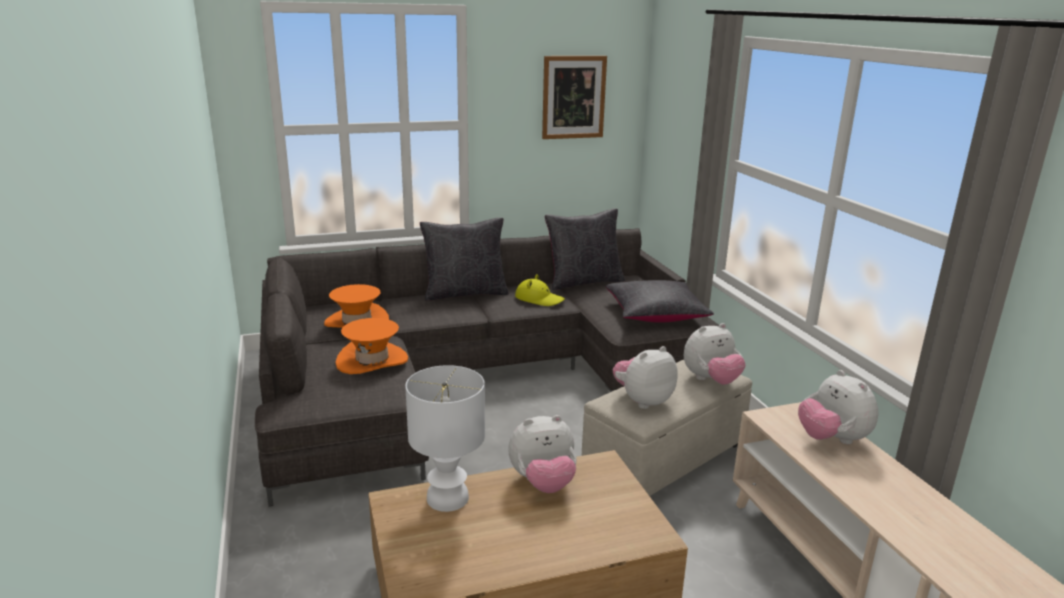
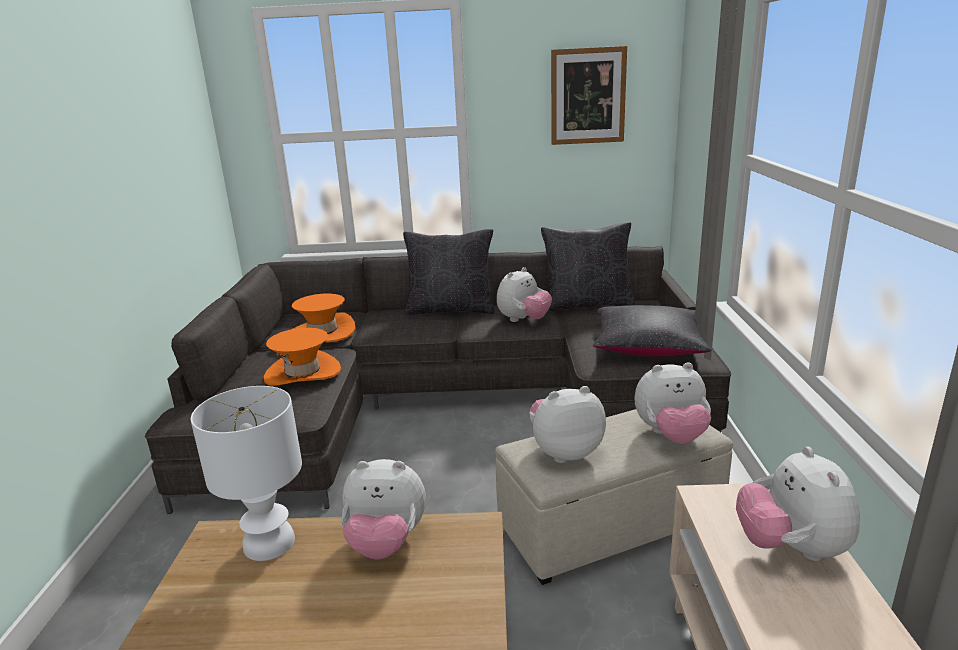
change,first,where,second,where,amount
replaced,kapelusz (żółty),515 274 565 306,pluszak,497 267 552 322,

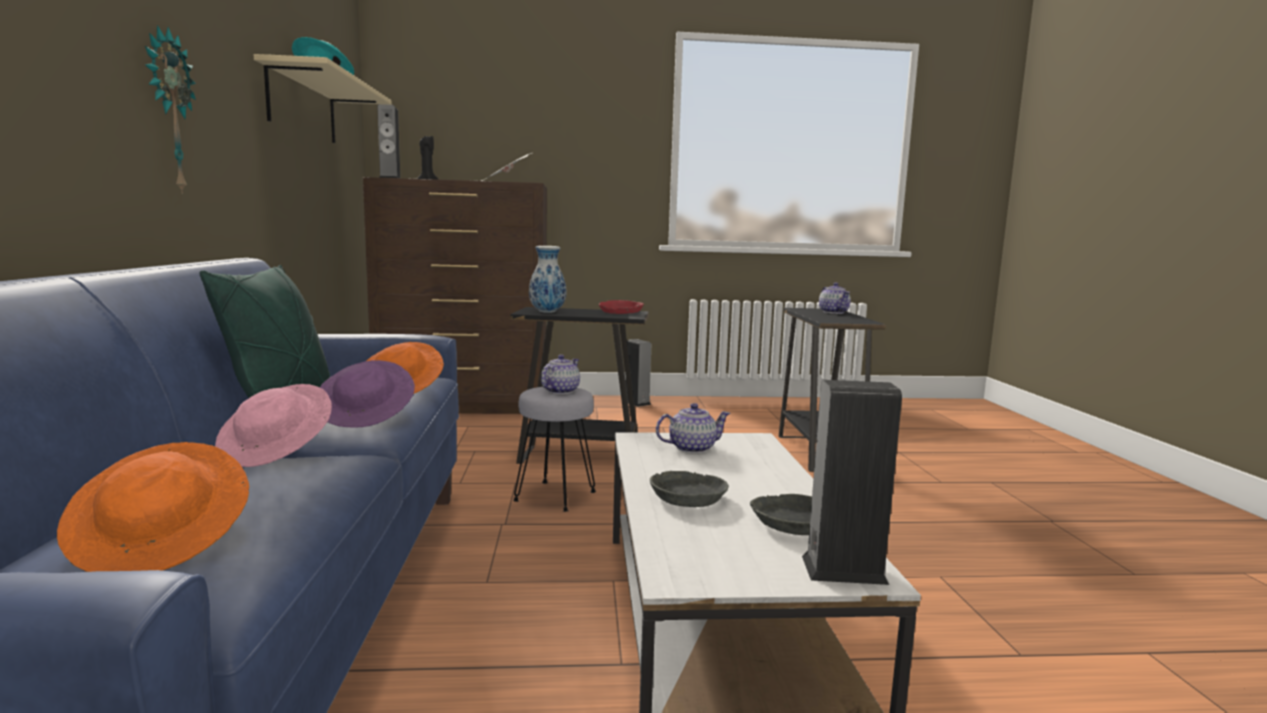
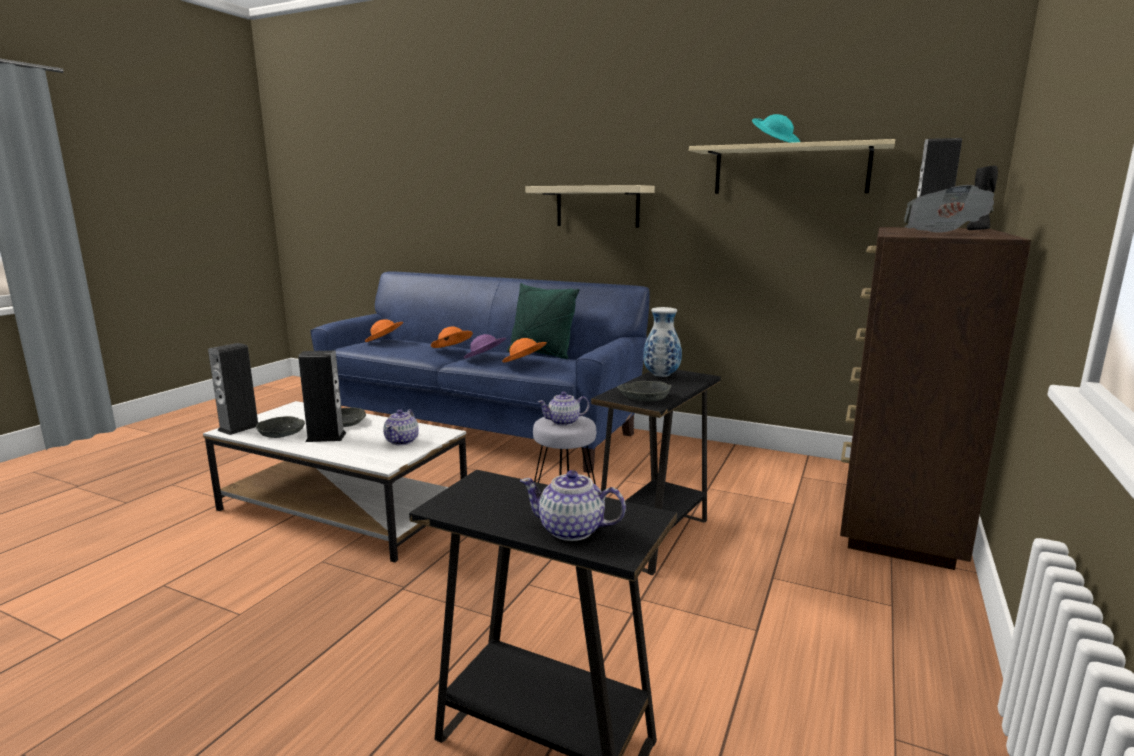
change,first,where,second,where,amount
replaced,zegar ścienny,145 25 196 194,półka (beżowy),526 185 655 227,
recoloured,miska (czerwony),599 300 644 314,miska (szary),617 381 671 402,
moved,głośnik,626 339 651 407,,298 351 346 442,
turned,imbryk,541 354 580 394,,538 392 590 426,105 degrees clockwise
recoloured,kapelusz (różowy),215 384 332 467,kapelusz (pomarańczowy),431 326 473 348,

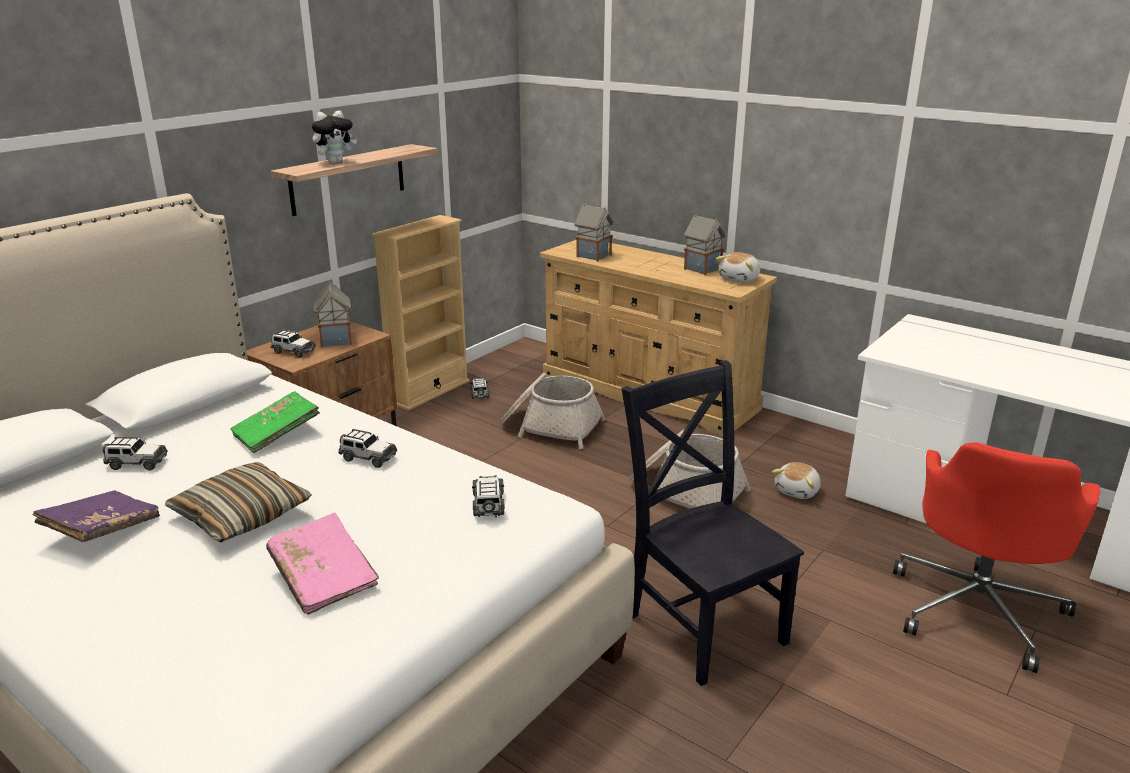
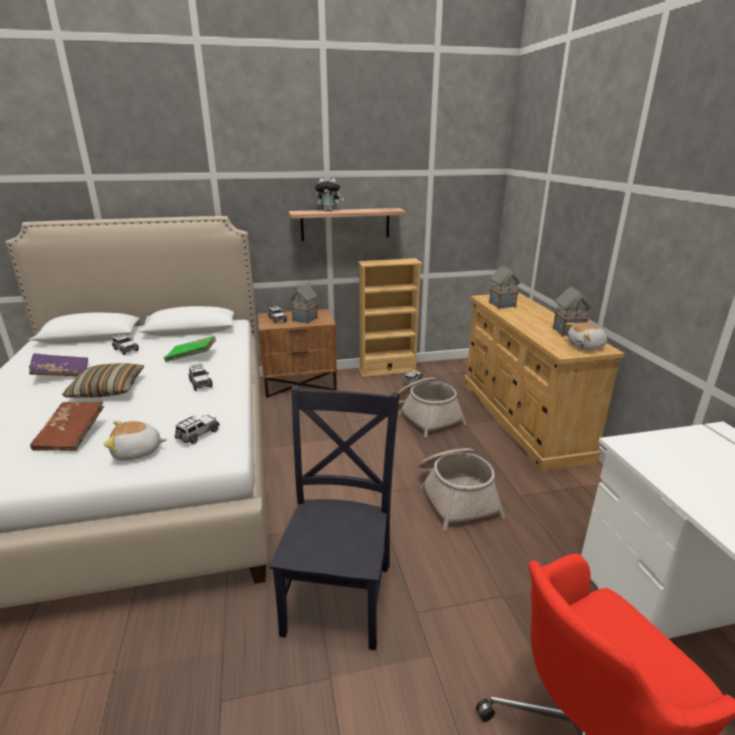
change,first,where,second,where,amount
moved,pluszak,772 462 821 499,,104 421 167 461,
recoloured,książka (różowy),266 513 379 615,książka (brązowy),30 402 104 451,

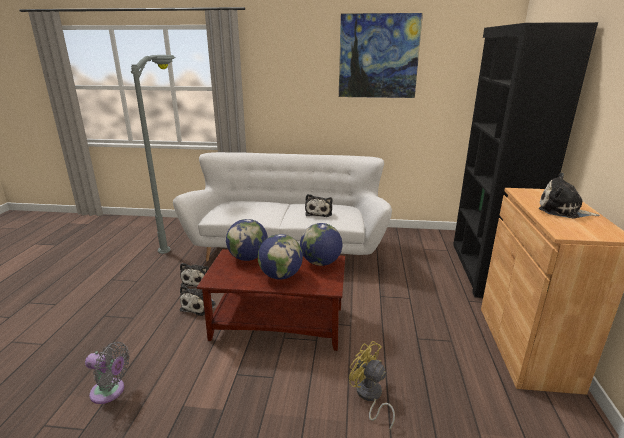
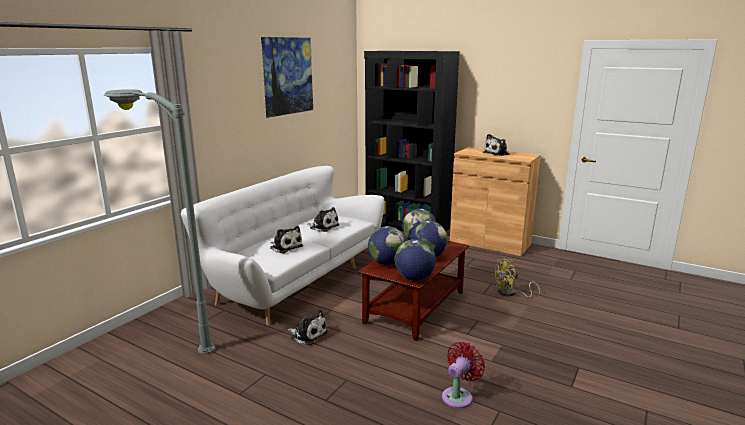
change,first,where,second,where,amount
moved,pluszak,180 285 216 316,,270 226 303 253,
recoloured,wentylator (szary),85 342 130 404,wentylator (czerwony),442 342 485 409,
added,,,globus,395 239 436 281,

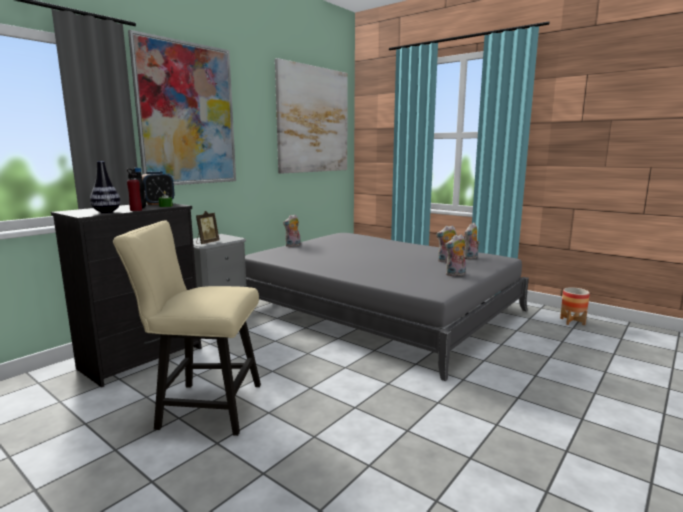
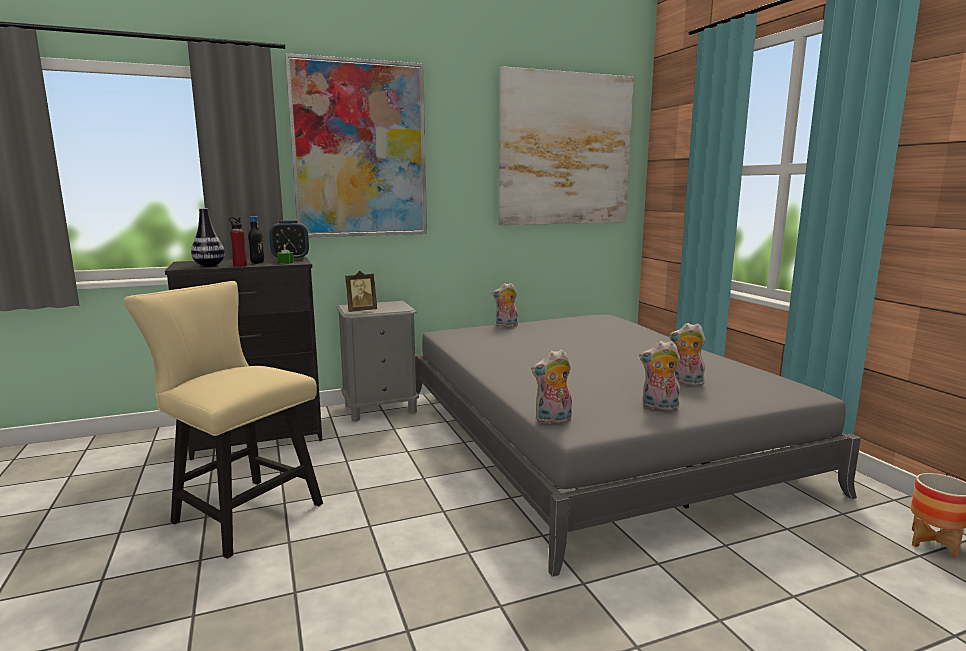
change,first,where,second,where,amount
moved,pluszak,463 223 480 259,,531 349 572 424,

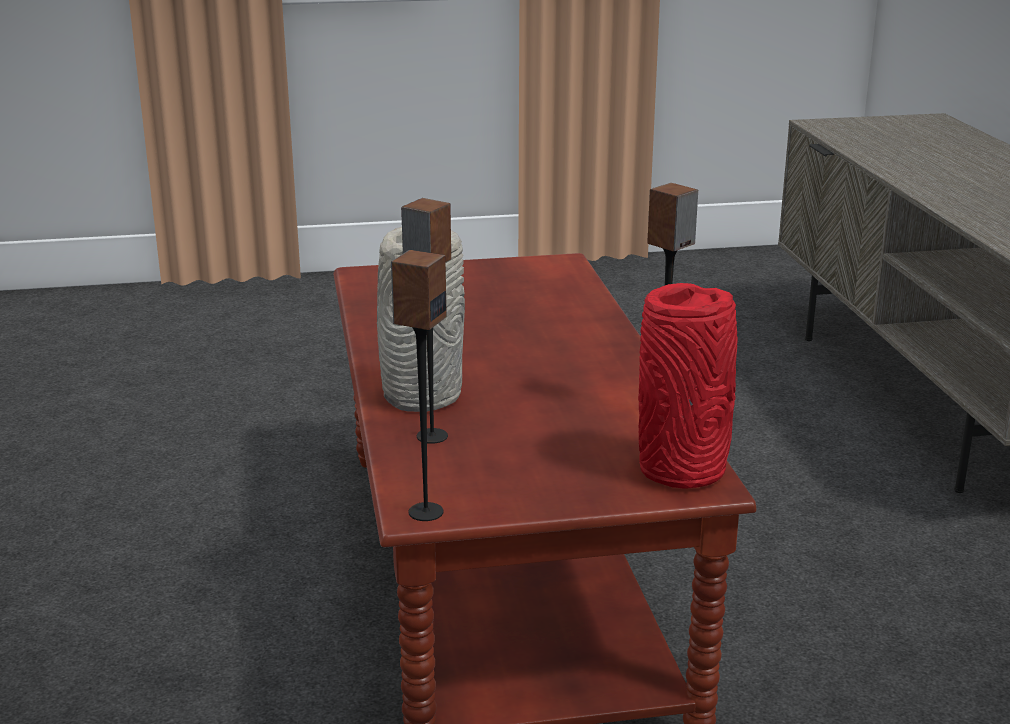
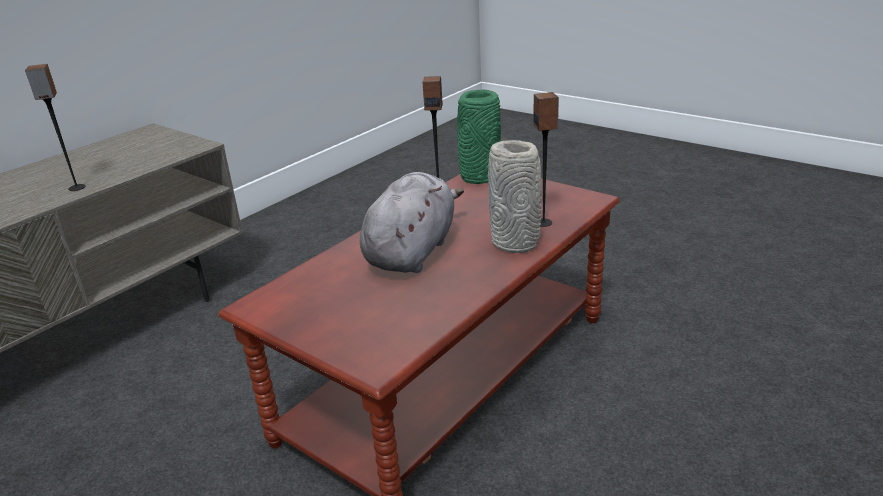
change,first,where,second,where,amount
moved,głośnik,391 250 447 521,,25 64 86 191,
recoloured,wazon (czerwony),638 283 738 489,wazon (zielony),457 89 501 184,
added,,,pluszak (szary),360 172 464 273,

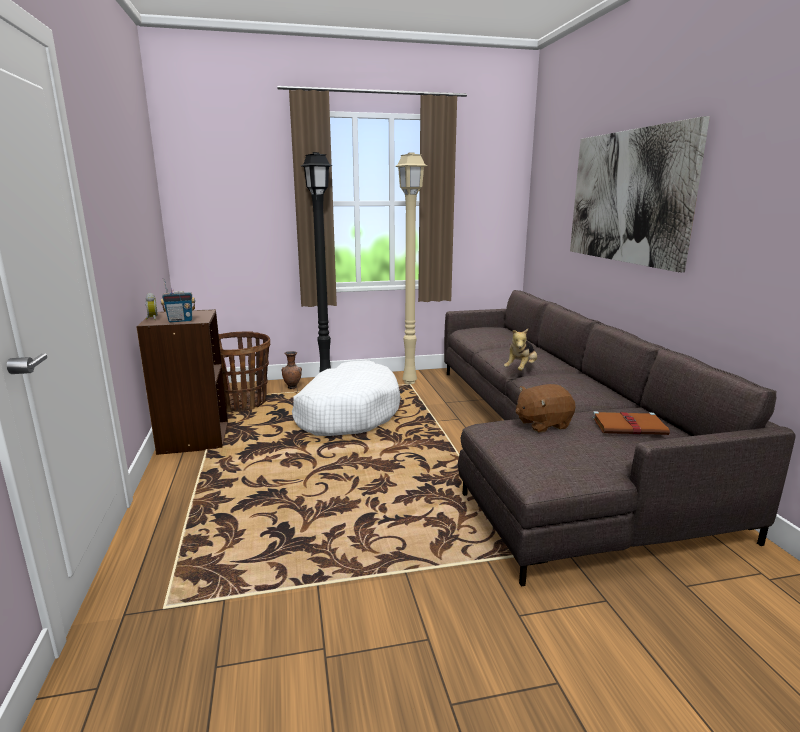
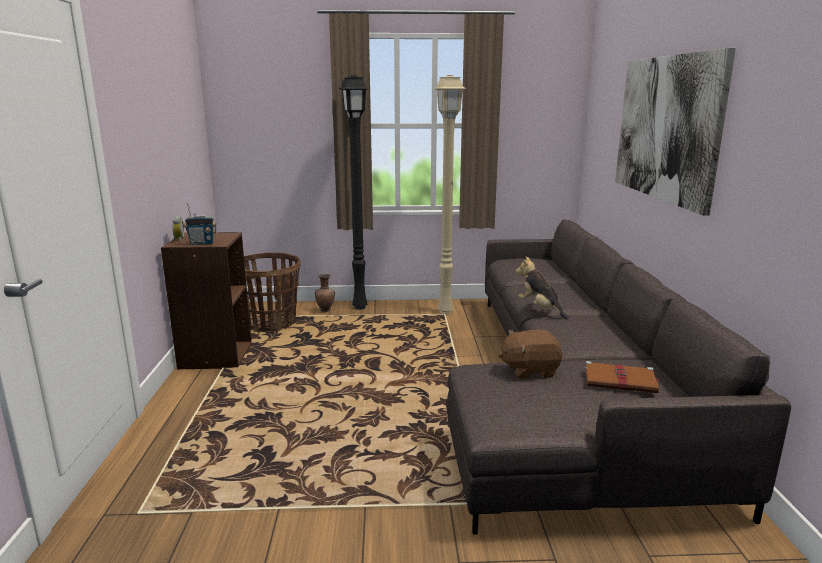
change,first,where,second,where,amount
turned,pluszak,504 329 537 371,,516 256 569 320,105 degrees clockwise
removed,legowisko (biały),292 360 401 436,,,

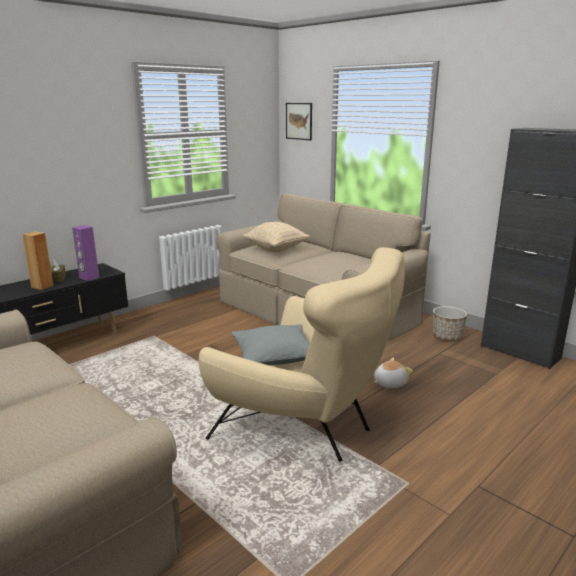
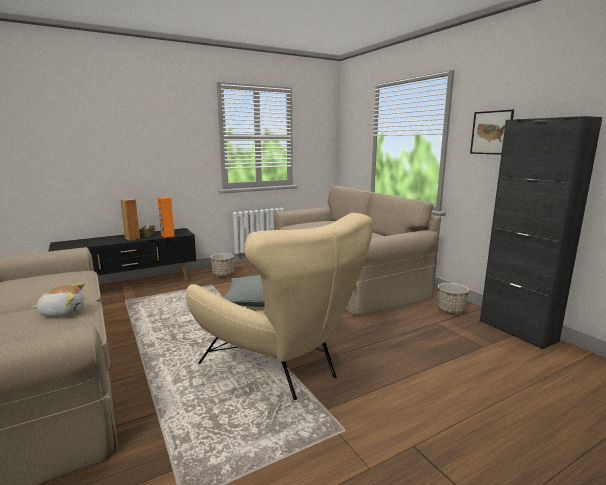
change,first,where,second,where,amount
moved,obraz,286 103 312 140,,470 110 514 155,
removed,poduszka (beżowy),242 222 310 252,,,
recoloured,głośnik (fioletowy),72 225 99 281,głośnik (pomarańczowy),158 197 175 238,
moved,pluszak,374 358 413 388,,32 283 85 317,
added,,,donica,210 253 234 277,

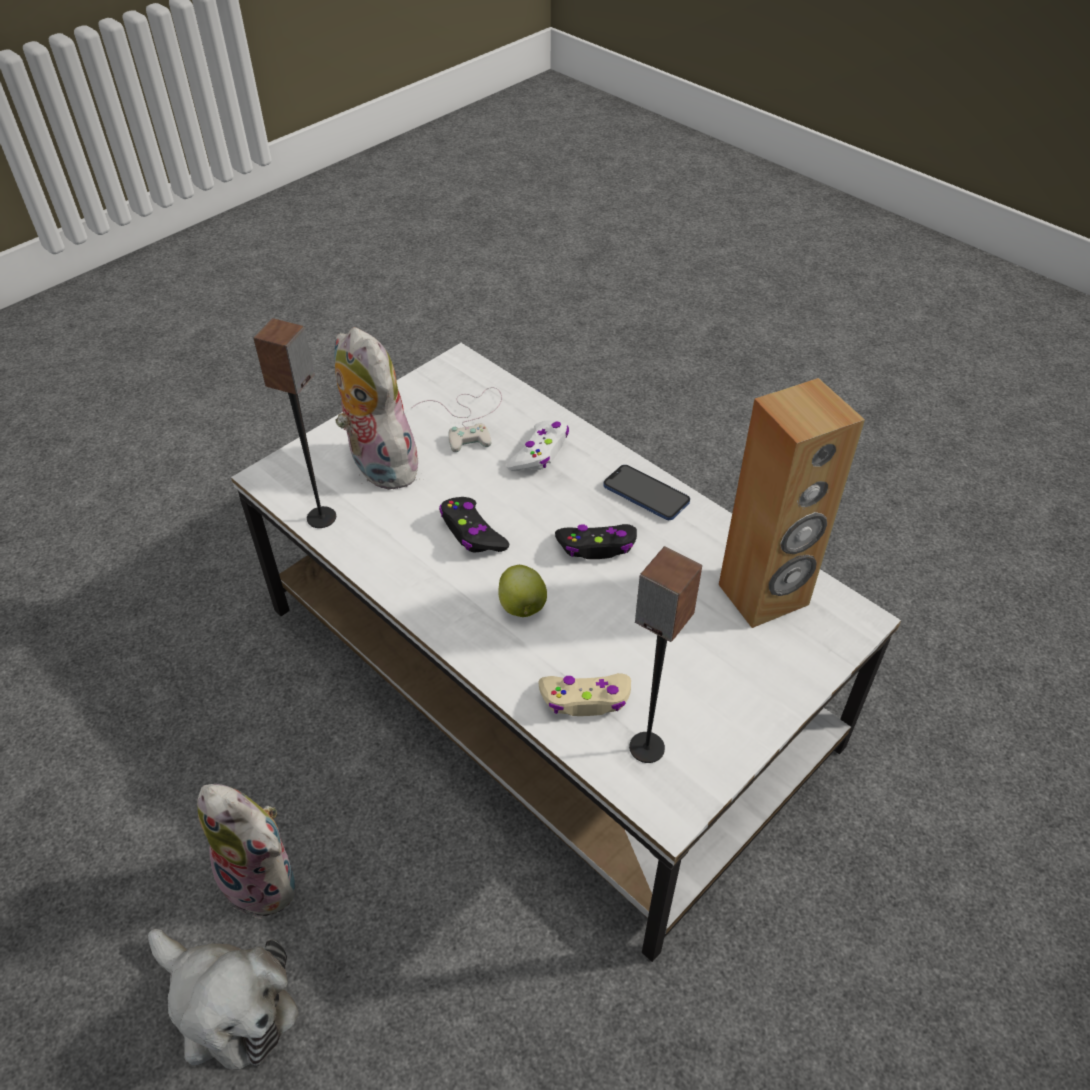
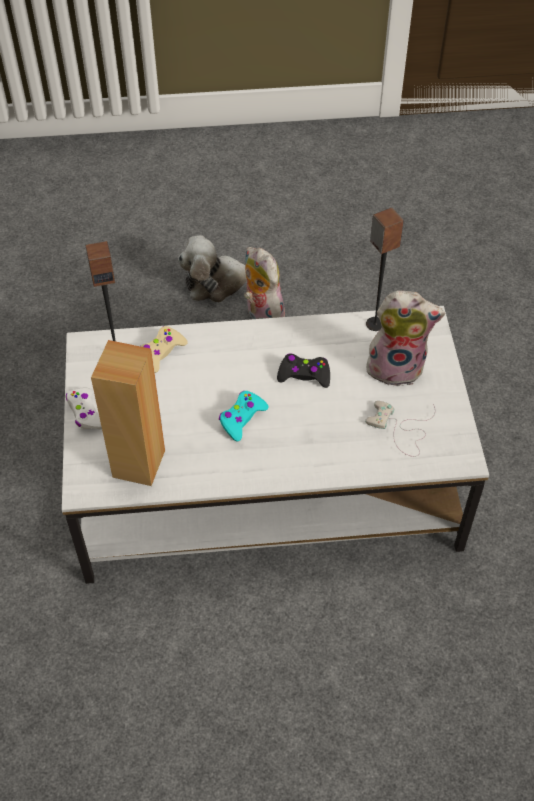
change,first,where,second,where,amount
moved,pad do gier (biały),507 420 569 471,,66 387 102 430,
removed,telefon,603 465 690 520,,,
recoloured,pad do gier (czarny),555 524 637 559,pad do gier (turkusowy),219 391 269 442,
removed,jabłko,498 565 547 617,,,
turned,pluszak,197 784 295 919,,244 247 285 319,75 degrees clockwise

